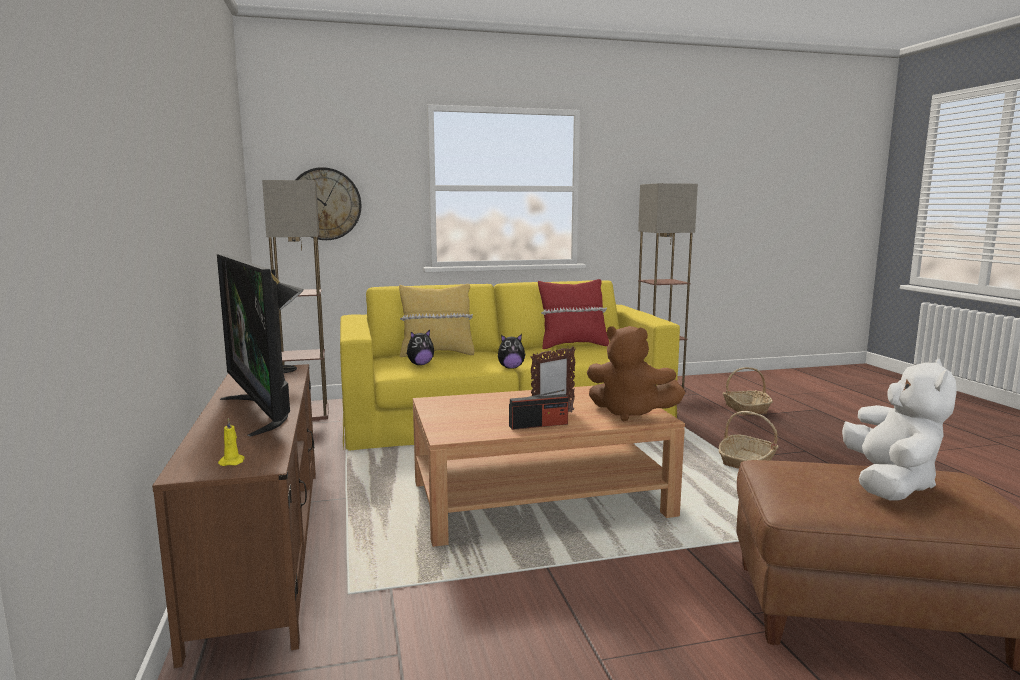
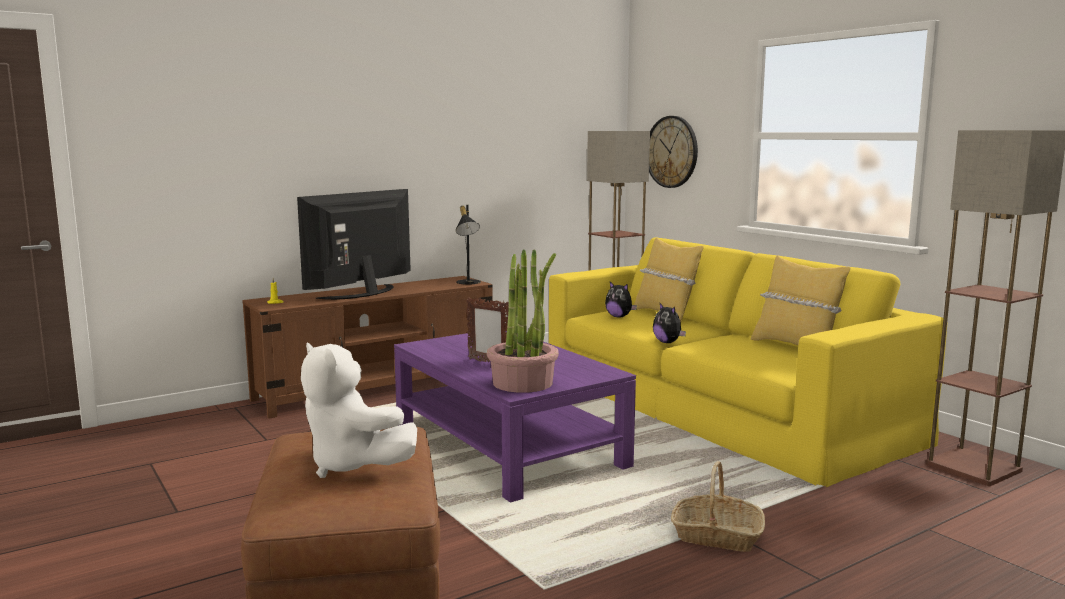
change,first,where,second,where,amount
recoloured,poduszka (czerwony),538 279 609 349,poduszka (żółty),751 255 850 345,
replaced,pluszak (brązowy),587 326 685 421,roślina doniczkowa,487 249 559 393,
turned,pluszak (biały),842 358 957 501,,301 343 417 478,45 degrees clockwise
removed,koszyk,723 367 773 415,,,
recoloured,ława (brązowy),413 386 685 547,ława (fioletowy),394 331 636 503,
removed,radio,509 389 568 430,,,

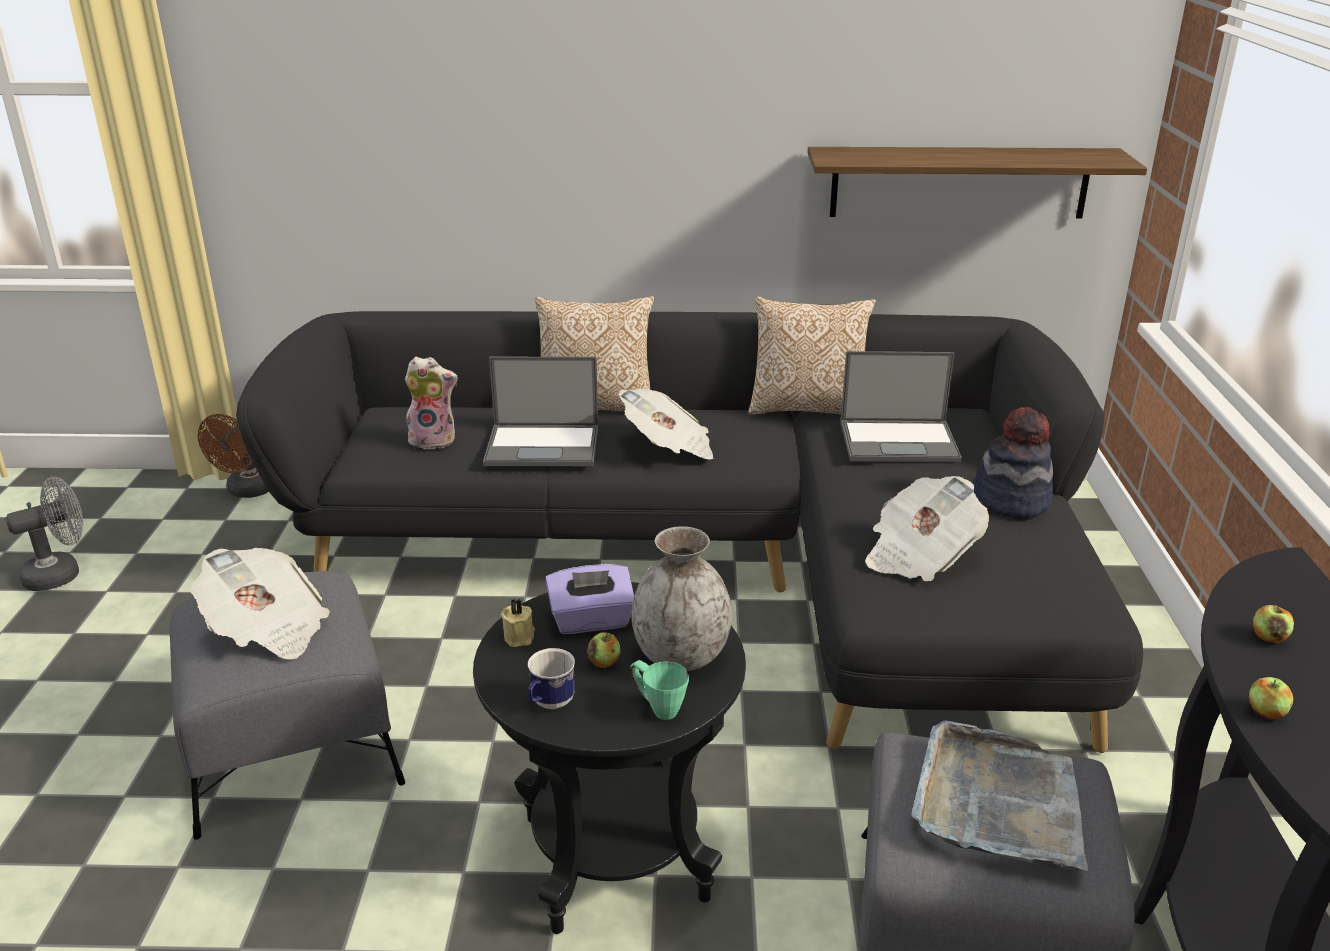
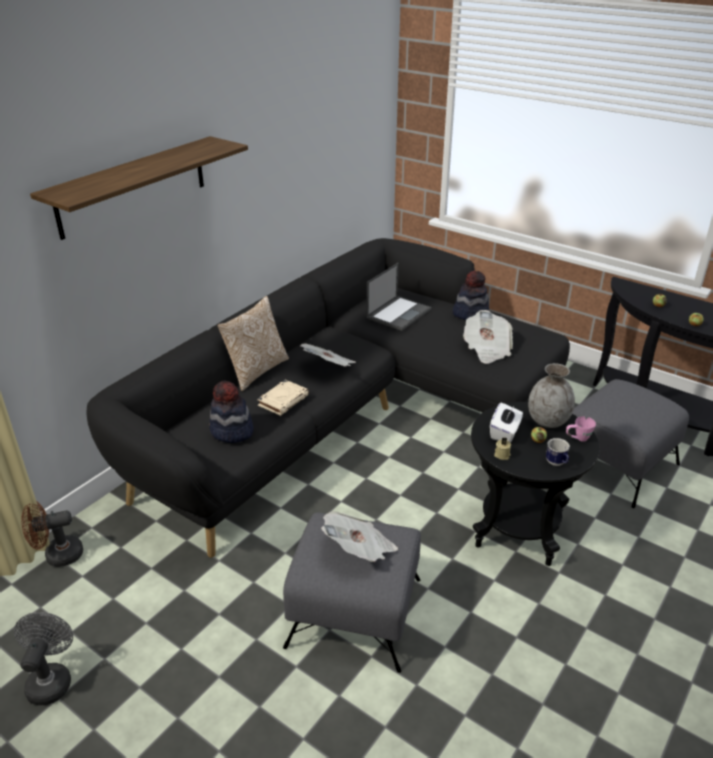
change,first,where,second,where,amount
moved,półka,807 147 1147 219,,30 136 248 240,
removed,poduszka,748 297 876 415,,,
replaced,pluszak,405 357 458 449,kapelusz,209 381 254 443,
replaced,laptop,483 357 598 466,książka (beżowy),257 380 309 416,
turned,wentylator (brązowy),198 414 269 498,,21 501 83 567,105 degrees clockwise
recoloured,pudełko chusteczek (fioletowy),545 564 634 634,pudełko chusteczek (biały),490 402 523 443,
recoloured,kubek (zielony),630 660 689 720,kubek (różowy),566 417 596 442,
removed,taca (szary),911 720 1088 871,,,

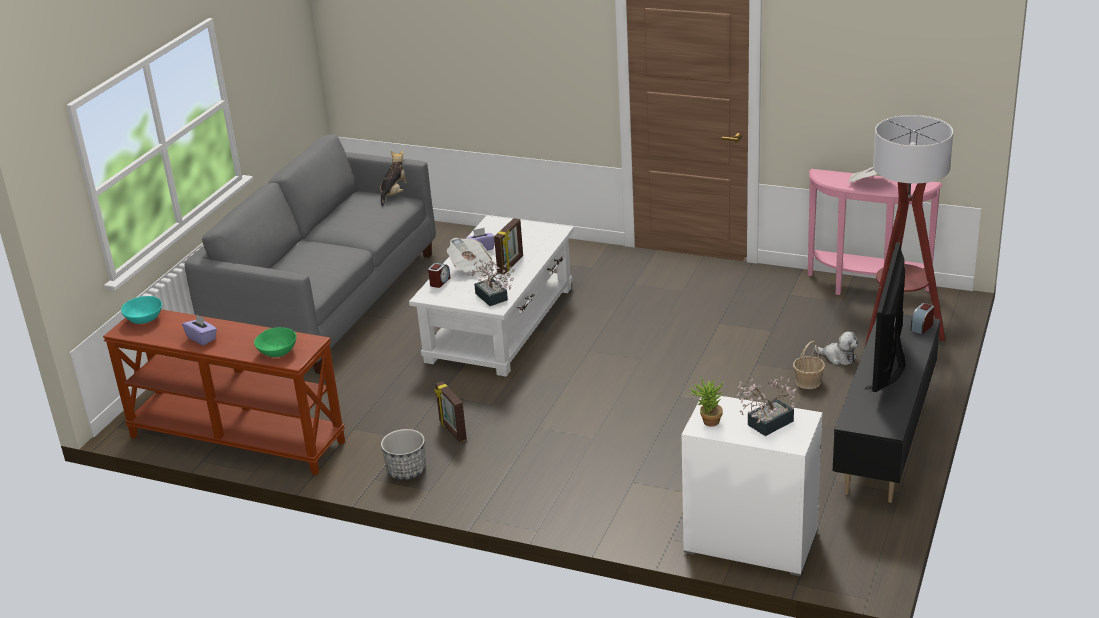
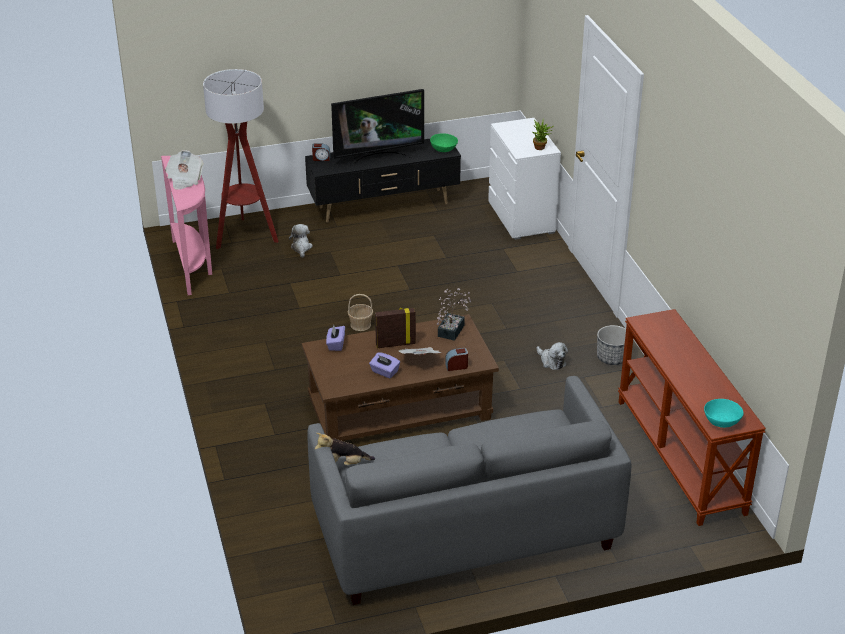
change,first,where,second,where,amount
recoloured,ława (biały),409 216 574 377,ława (brązowy),302 314 499 441,
moved,pudełko chusteczek (fioletowy),182 315 217 345,,326 325 345 351,
moved,miska (zielony),254 327 296 357,,430 134 458 152,
moved,koszyk,793 341 825 389,,348 294 373 331,
removed,roślina doniczkowa,737 377 796 436,,,
replaced,ramka na zdjęcie,434 381 467 442,pluszak,537 342 568 370,

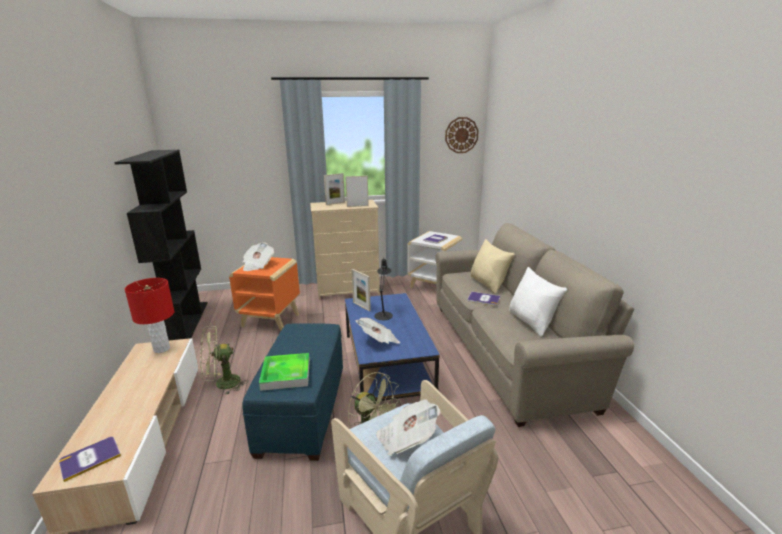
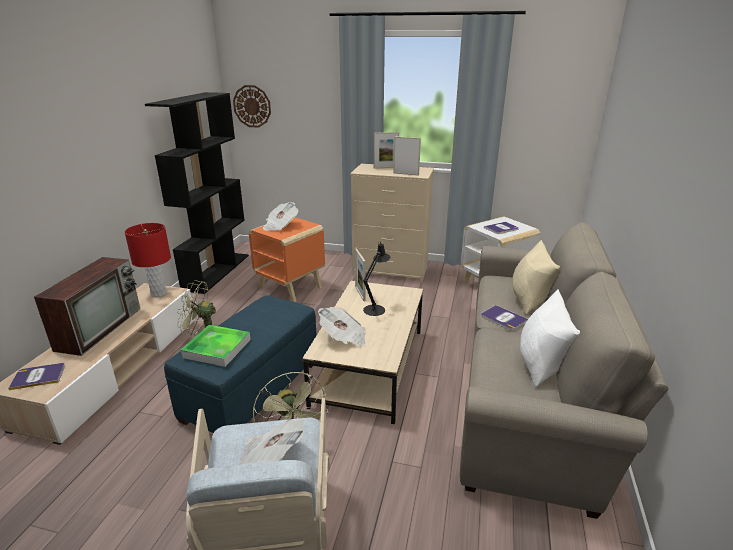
change,first,where,second,where,amount
moved,zegar ścienny,445 117 479 153,,233 85 271 128,
recoloured,ława (niebieski),345 293 440 401,ława (beżowy),302 281 423 424,
added,,,telewizor,34 257 140 356,

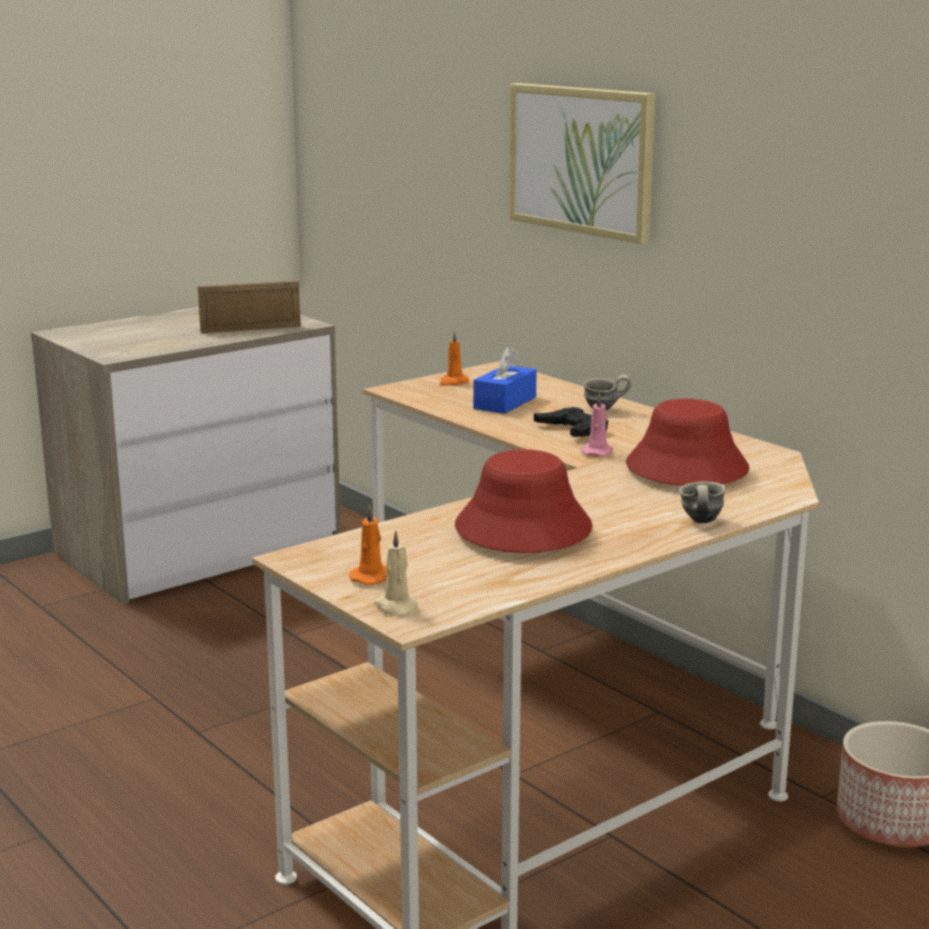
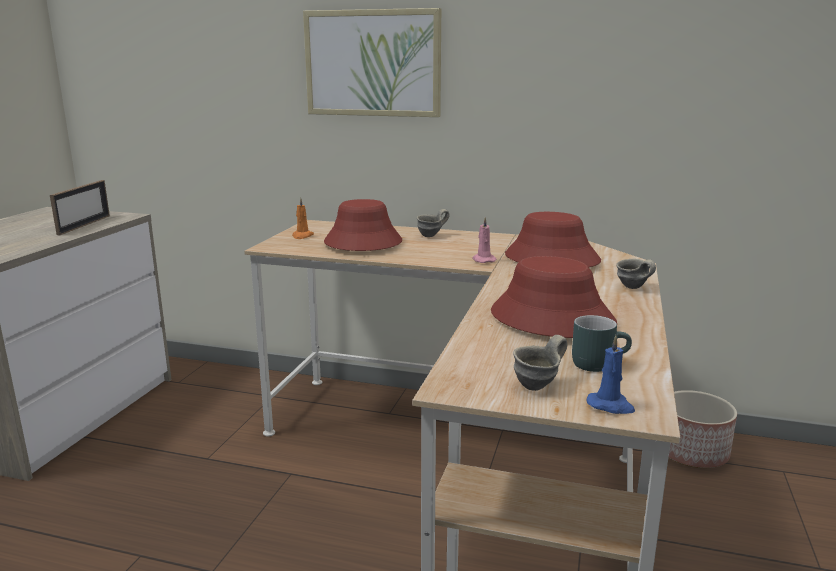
change,first,where,second,where,amount
turned,ramka na zdjęcie,198 281 301 333,,50 180 110 235,150 degrees clockwise
replaced,pudełko chusteczek (niebieski),473 346 537 414,kapelusz (czerwony),324 199 402 251,
removed,pad do gier (czarny),534 407 608 437,,,
replaced,świeca (pomarańczowy),349 505 387 585,kubek (szary),513 335 568 391,
recoloured,świeca (beżowy),374 530 418 617,świeca (niebieski),587 335 635 414,
added,,,kubek (turkusowy),572 315 632 372,

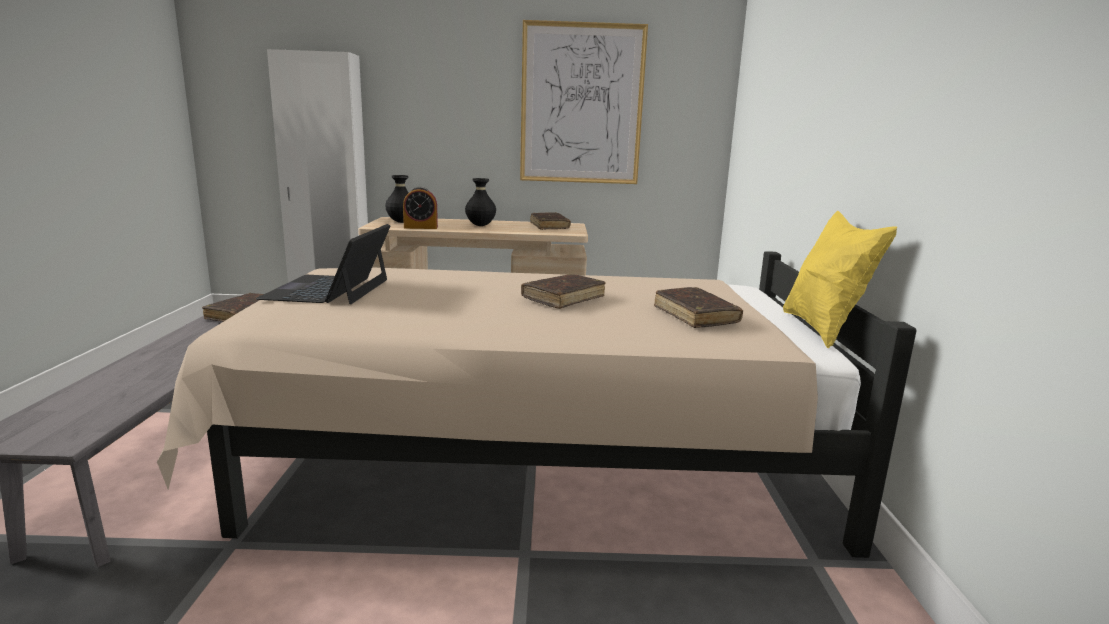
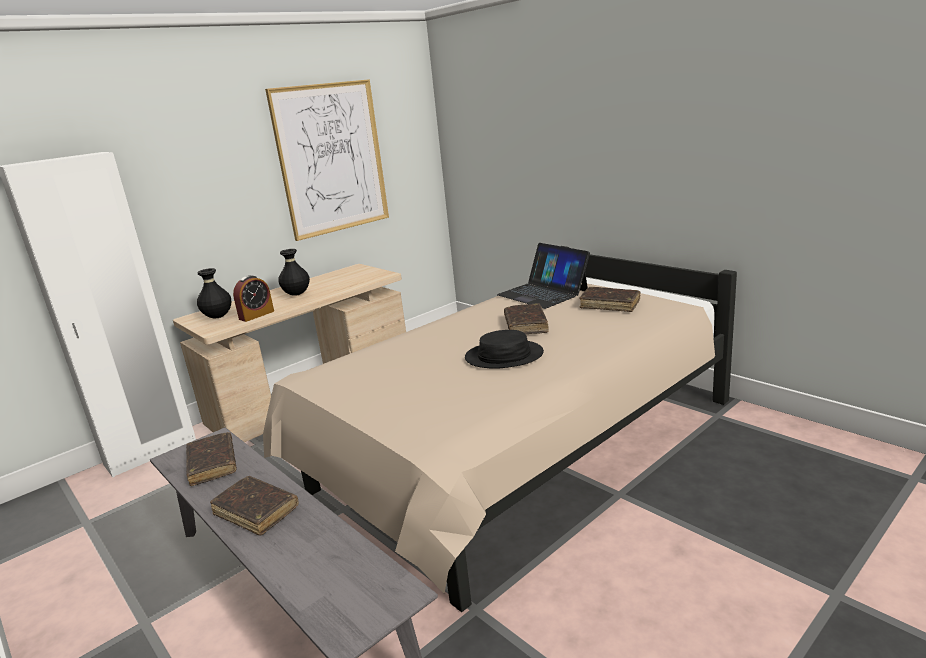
change,first,where,second,where,amount
removed,poduszka (żółty),783 211 897 348,,,
moved,książka (brązowy),530 212 571 230,,210 476 298 536,
moved,laptop,256 224 390 304,,497 243 590 309,
added,,,kapelusz (czarny),465 330 544 369,

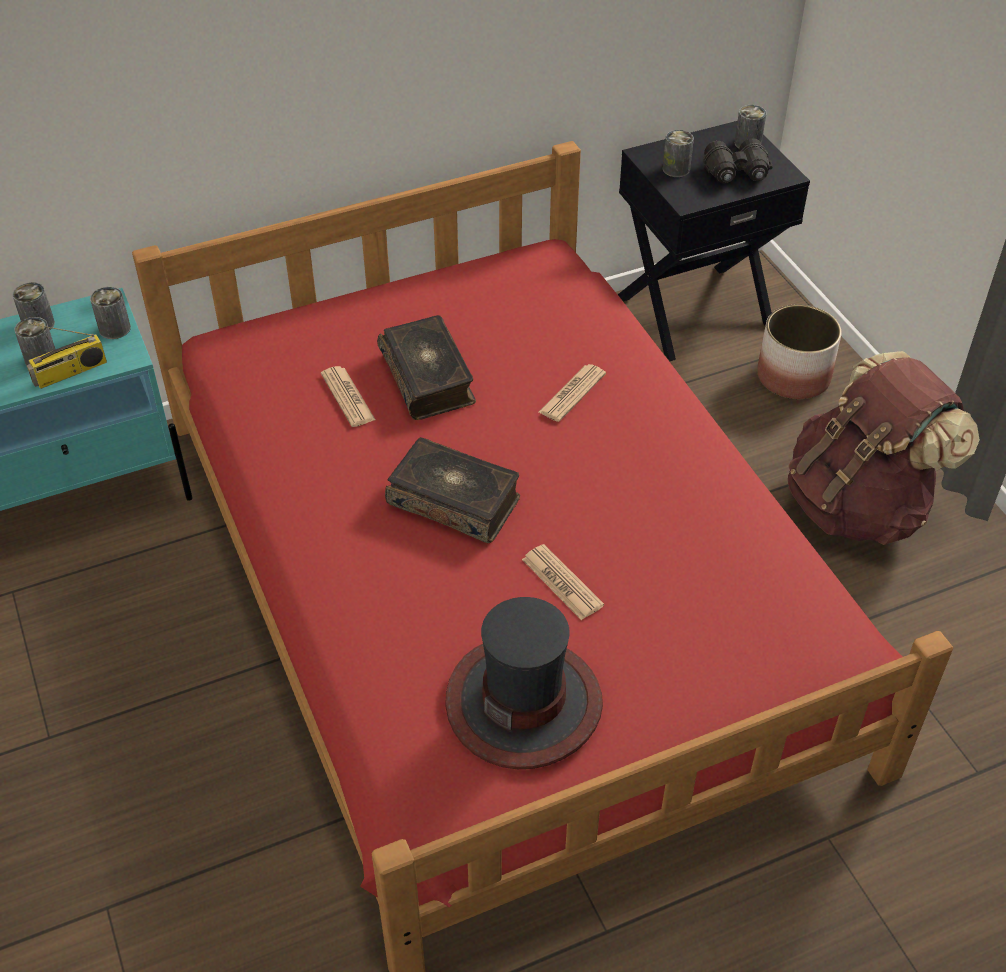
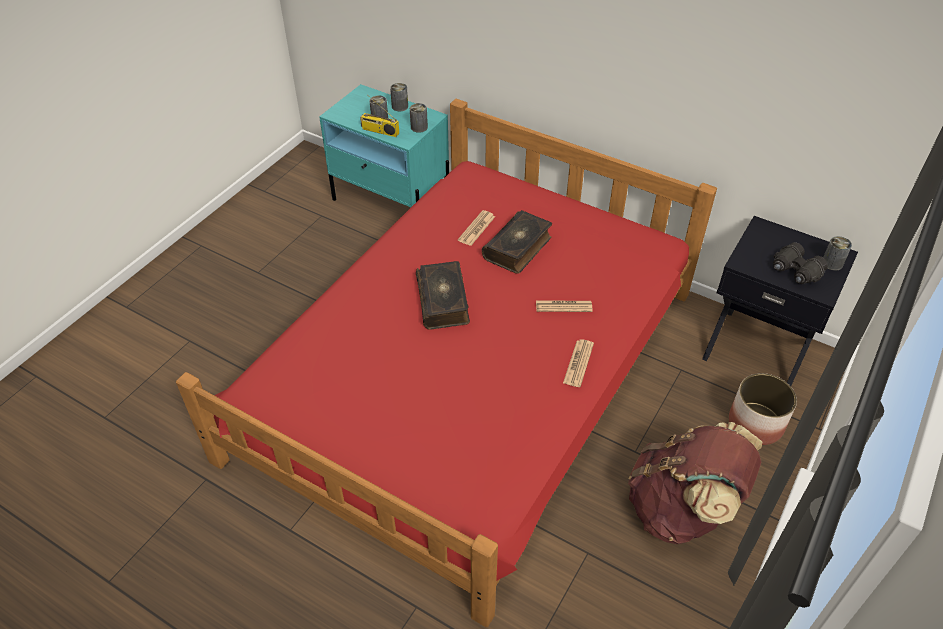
change,first,where,second,where,amount
removed,puszka,663 130 694 177,,,
moved,gazeta,522 544 604 620,,563 339 594 387,
removed,kapelusz,445 597 603 769,,,

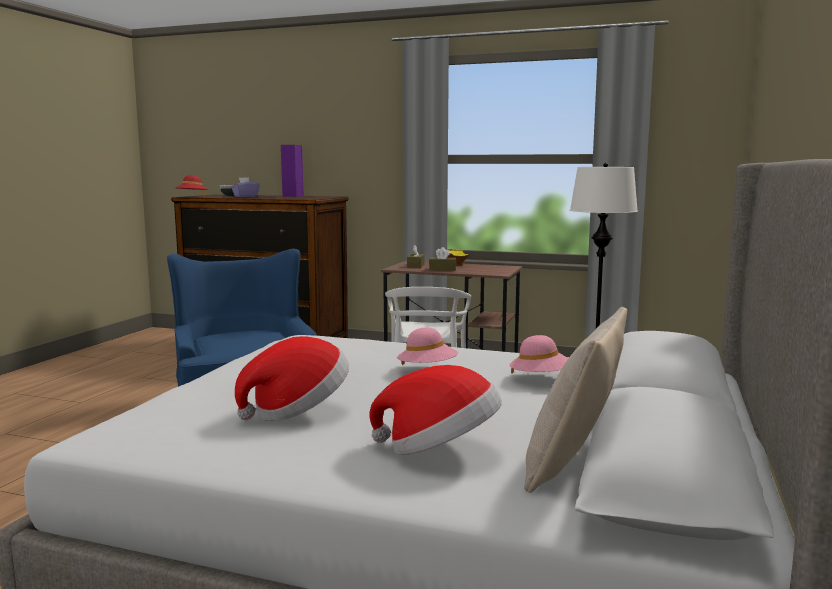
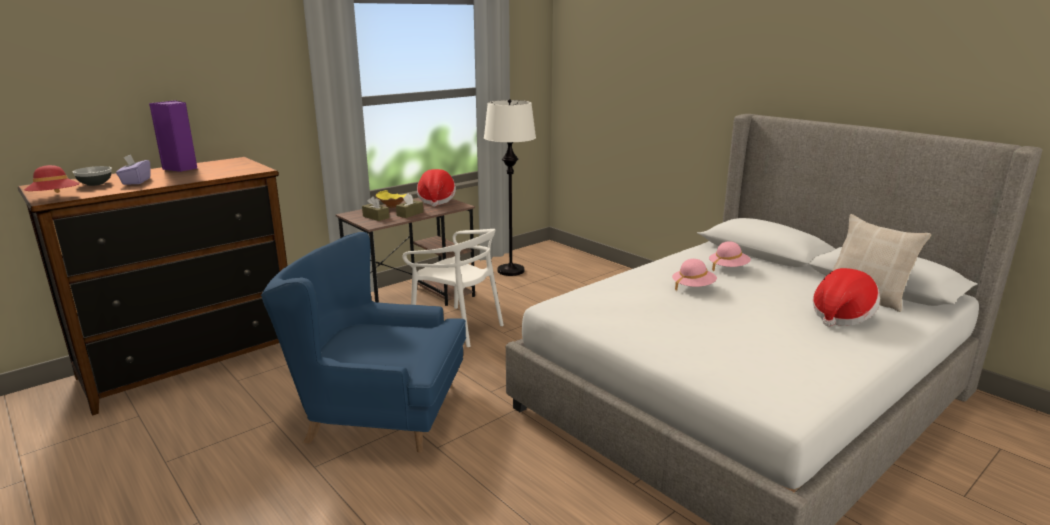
change,first,where,second,where,amount
moved,kapelusz,235 336 349 421,,417 169 456 207,

